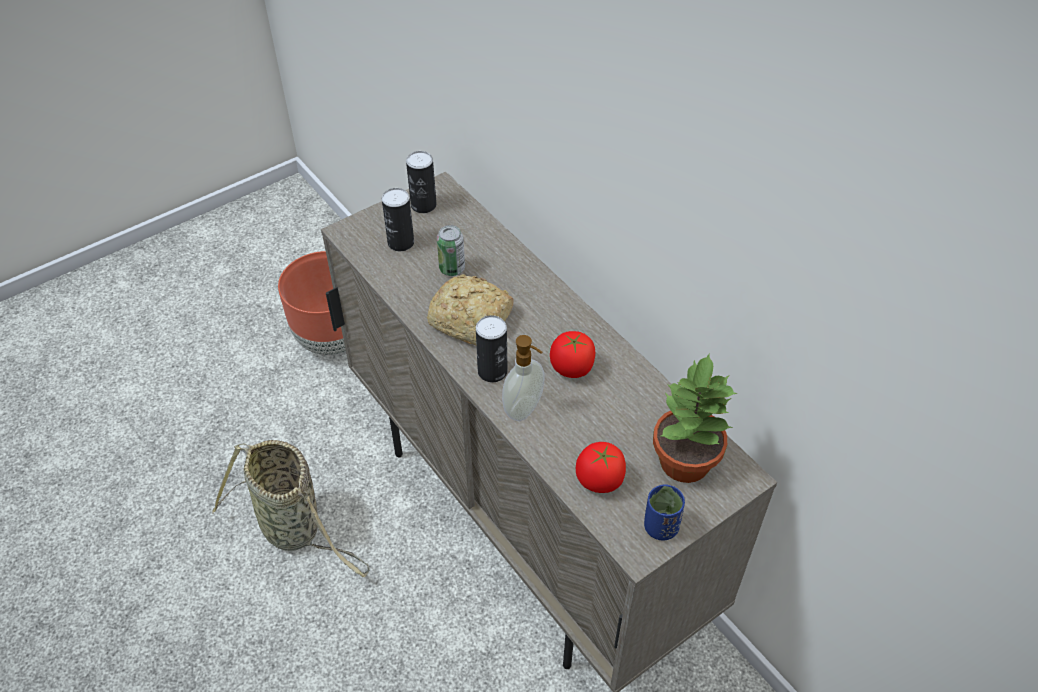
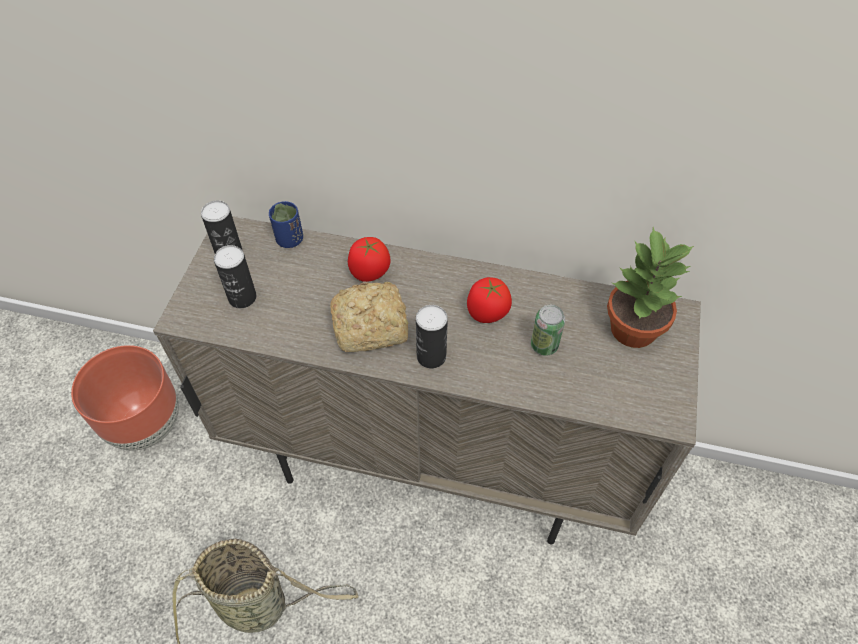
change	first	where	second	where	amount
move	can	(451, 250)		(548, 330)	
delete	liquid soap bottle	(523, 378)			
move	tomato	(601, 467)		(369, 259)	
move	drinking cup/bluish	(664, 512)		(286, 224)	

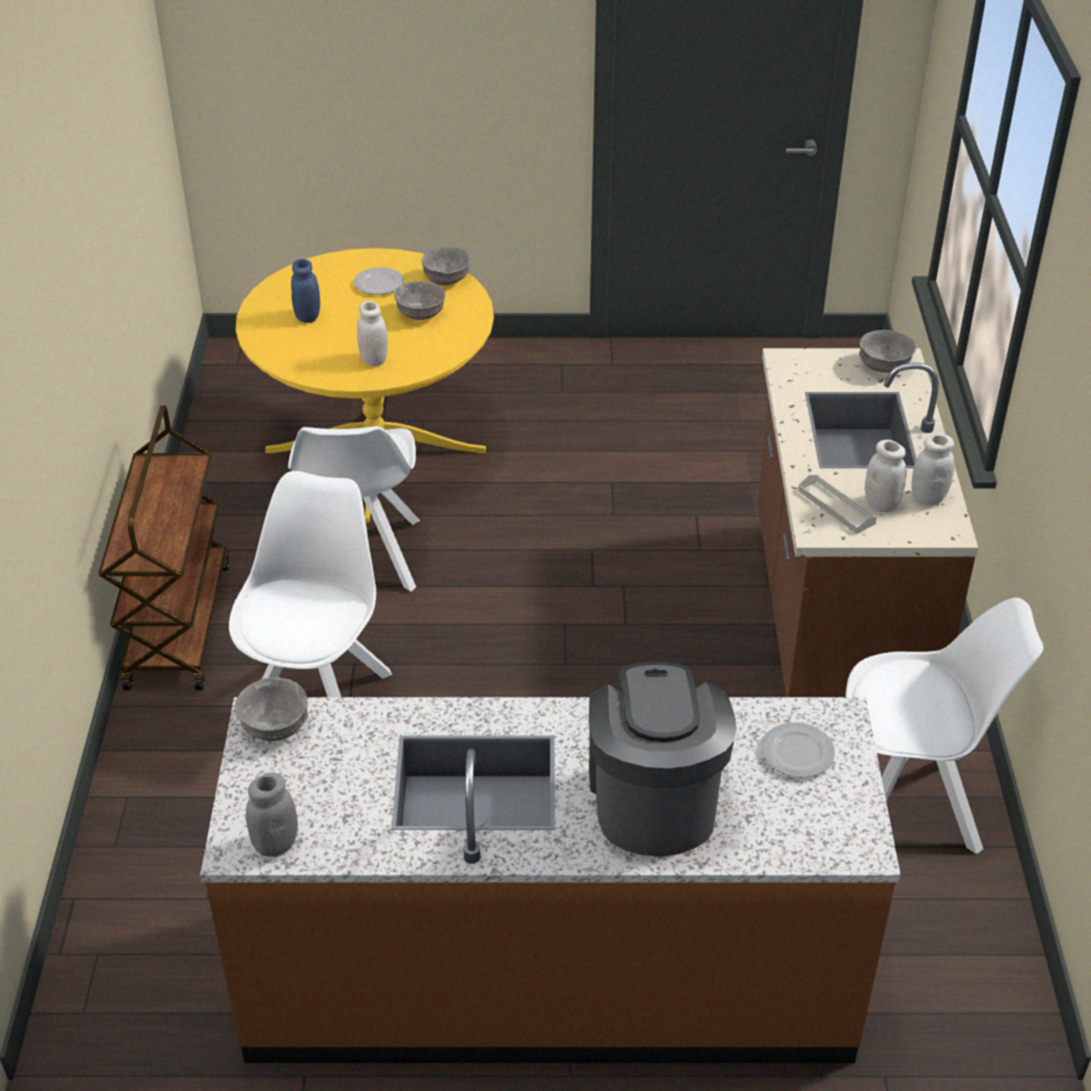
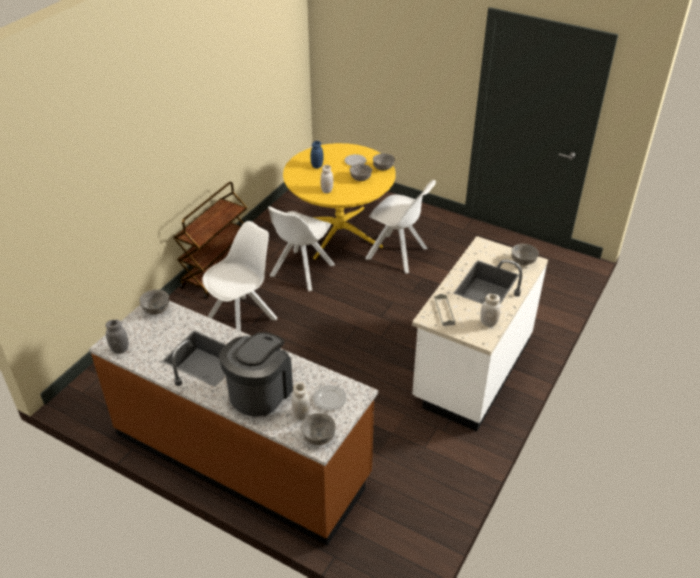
change	first	where	second	where	amount
recolor	kitchen base unit/brownish	(868, 522)	kitchen base unit/whitish	(480, 333)	
move	storage jar/whitish	(886, 476)		(300, 401)	
move	chair/whitish	(944, 726)		(400, 226)	
insert			bowl/gray	(318, 429)	

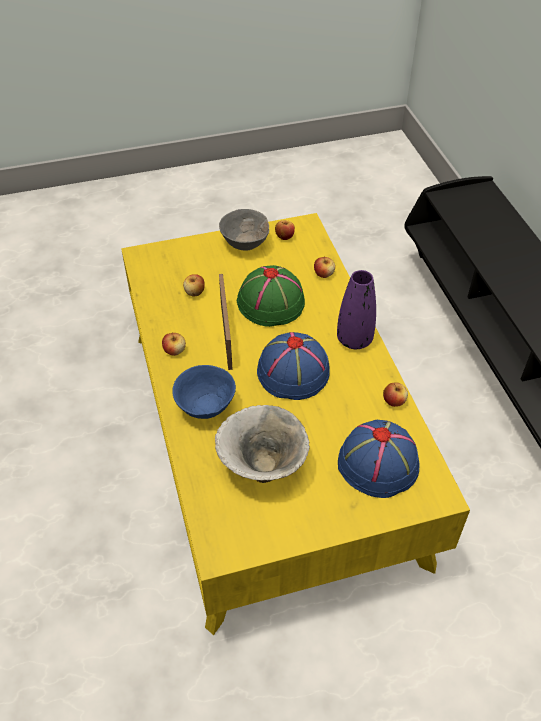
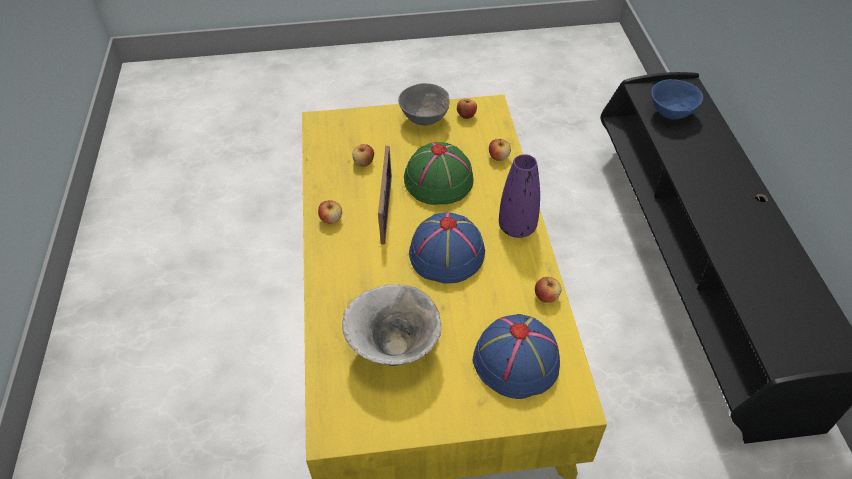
change	first	where	second	where	amount
move	bowl/bluish	(204, 392)		(677, 99)	

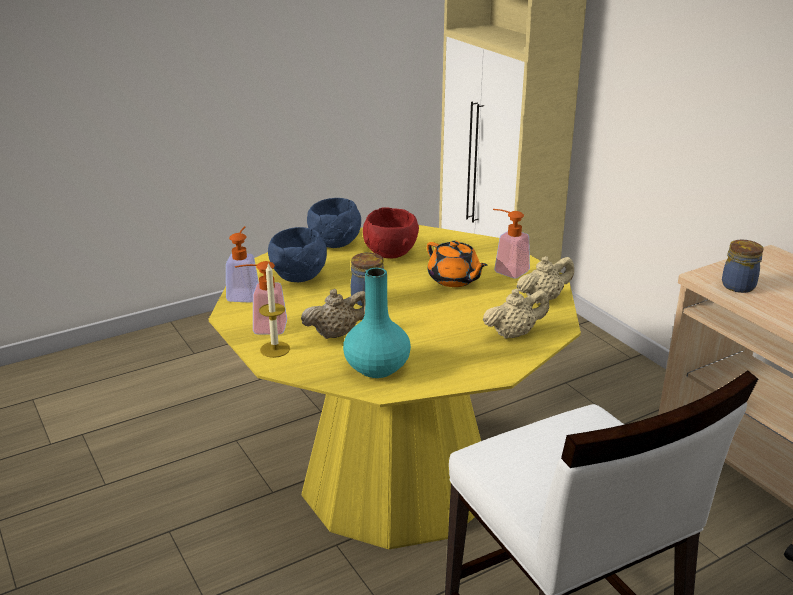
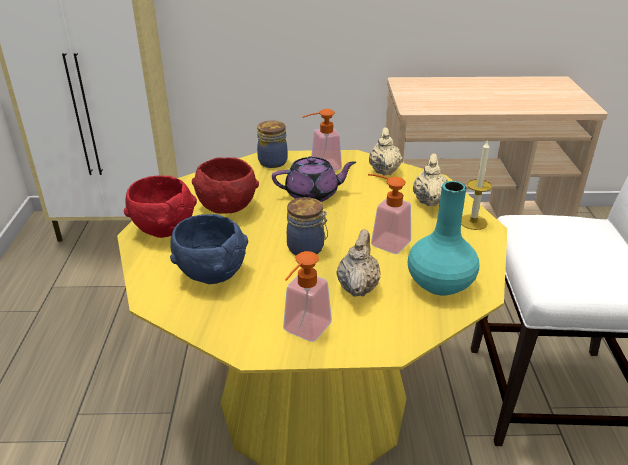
change	first	where	second	where	amount
recolor	bowl/bluish	(334, 223)	bowl/red	(160, 206)	
move	liquid soap bottle	(242, 264)		(389, 214)	
move	storage jar	(743, 266)		(272, 144)	
recolor	teapot/orange	(457, 264)	teapot/purple	(314, 179)	
move	candle	(274, 310)		(476, 185)	

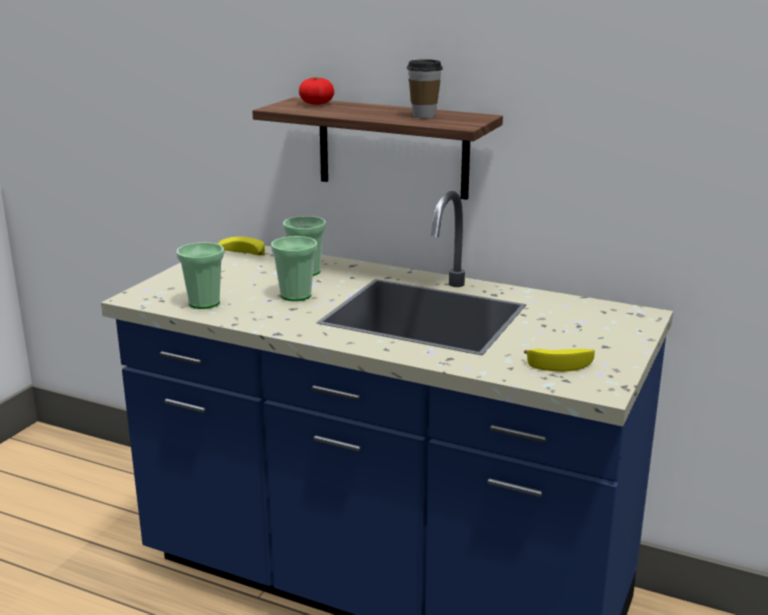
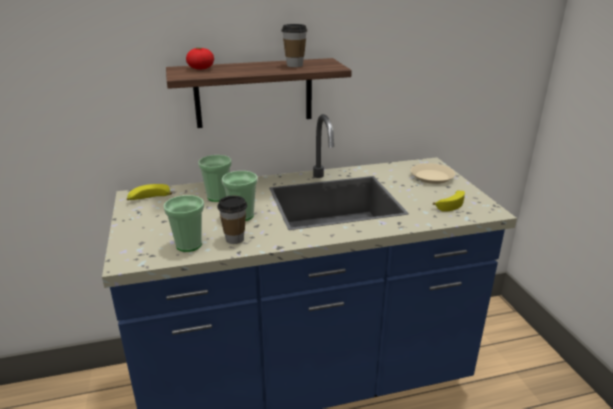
change	first	where	second	where	amount
insert			plate/beige-coloured	(433, 173)	
insert			drinking cup	(232, 220)	

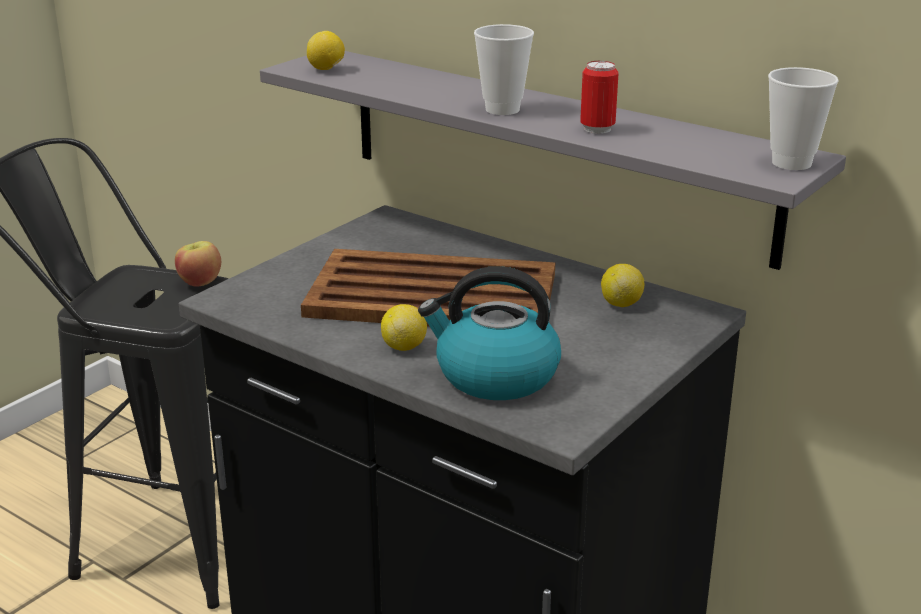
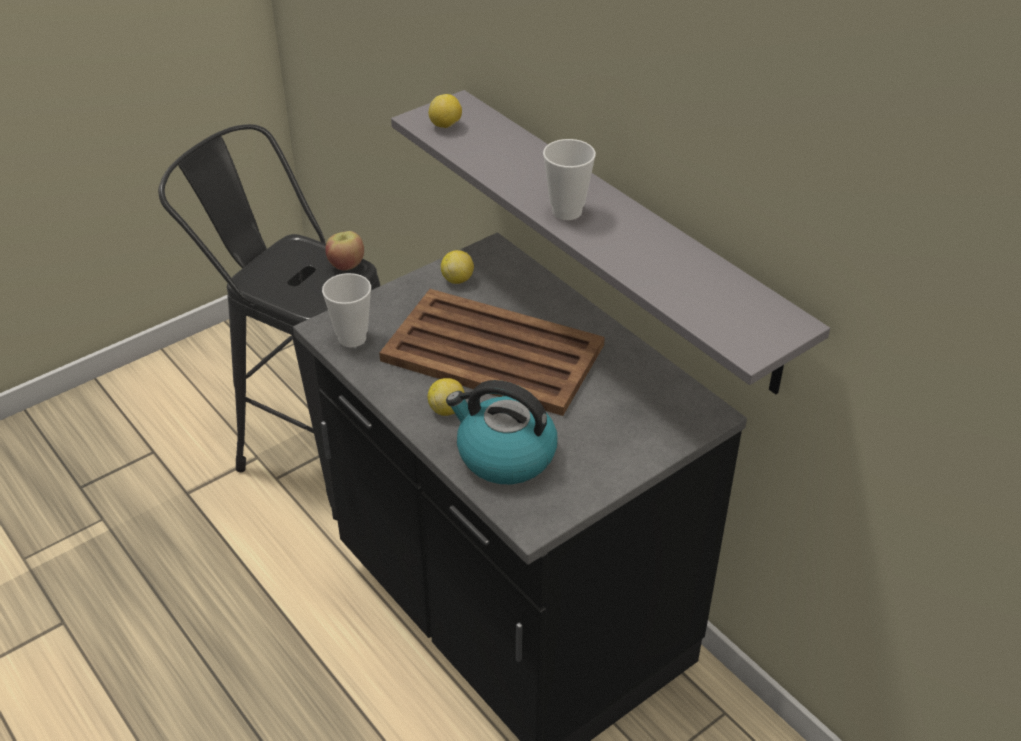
change	first	where	second	where	amount
delete	can	(599, 97)			
move	drinking cup	(803, 118)		(346, 310)	
move	lemon	(622, 285)		(457, 267)	

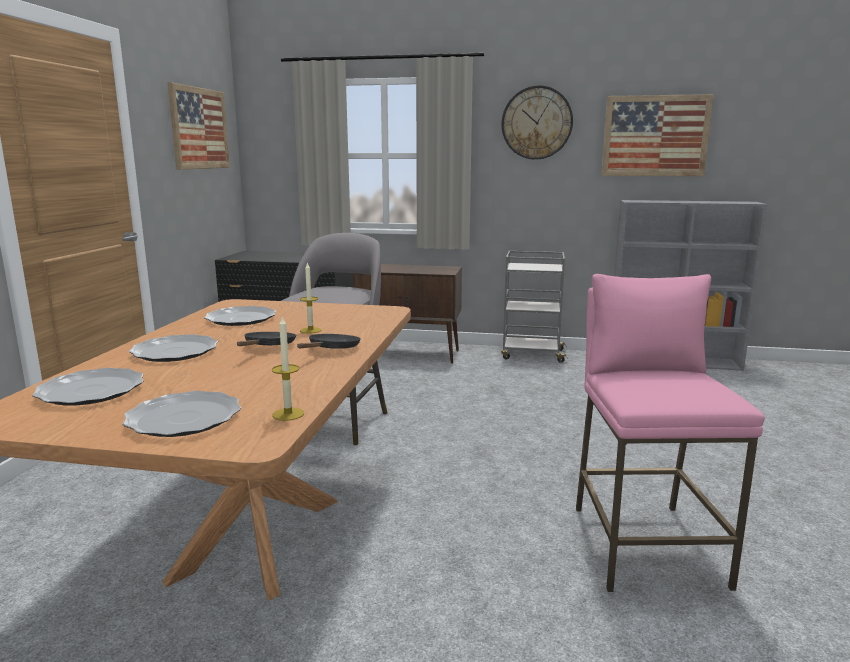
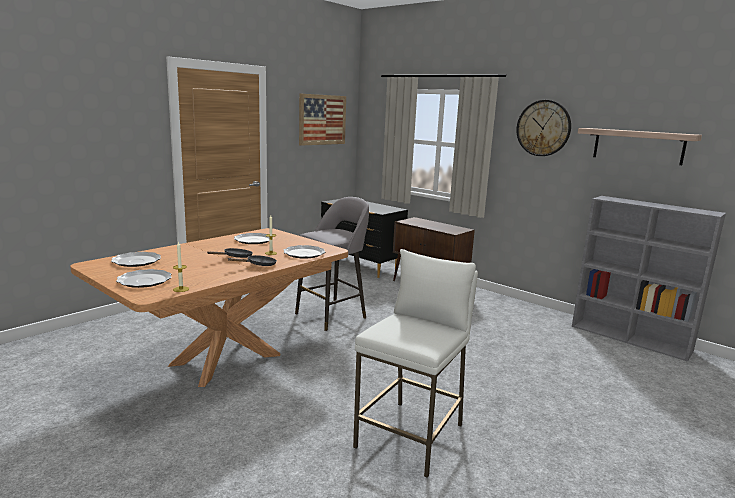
change	first	where	second	where	amount
replace	picture	(657, 135)	bracket shelf	(640, 146)	
delete	wheeled cart/gray	(534, 307)			
recolor	stool seat/pink-coloured	(670, 433)	stool seat/whitish	(415, 363)	
move	plate	(173, 348)		(304, 251)	

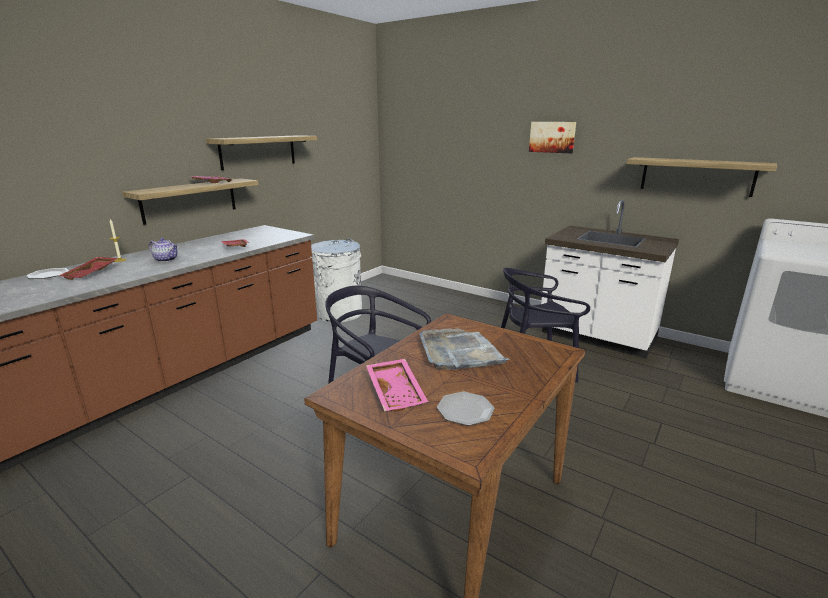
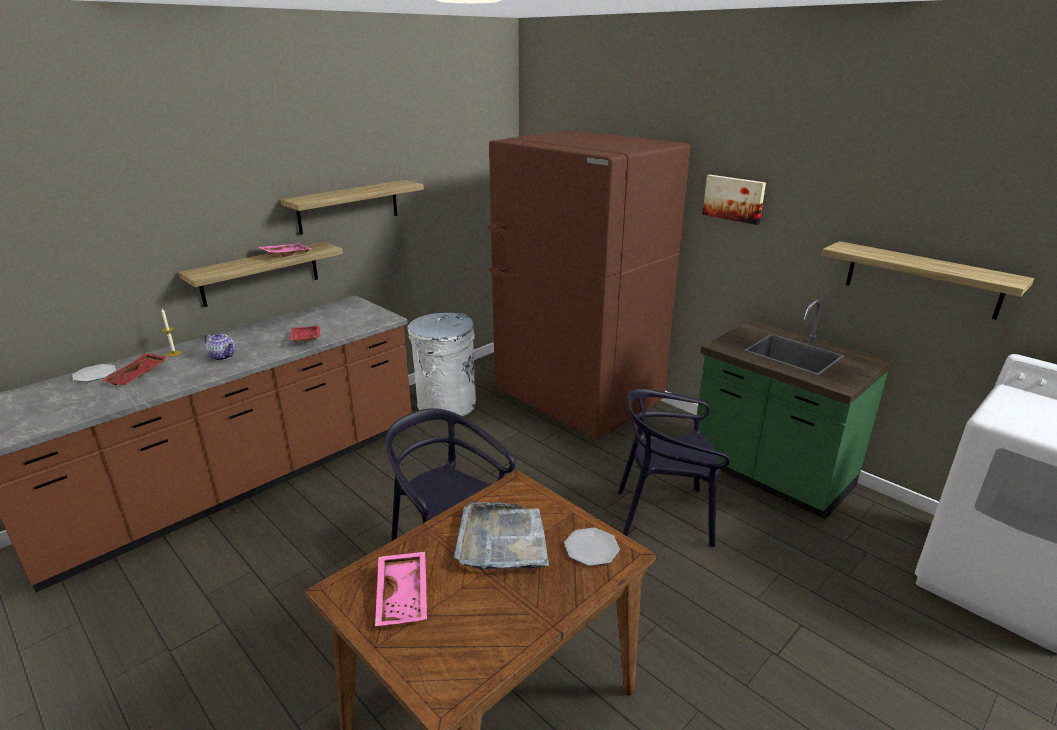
change	first	where	second	where	amount
recolor	kitchen base unit/whitish	(610, 279)	kitchen base unit/greenish	(795, 409)	
move	plate	(466, 409)		(592, 547)	
insert			refrigerator/brownish	(589, 284)	

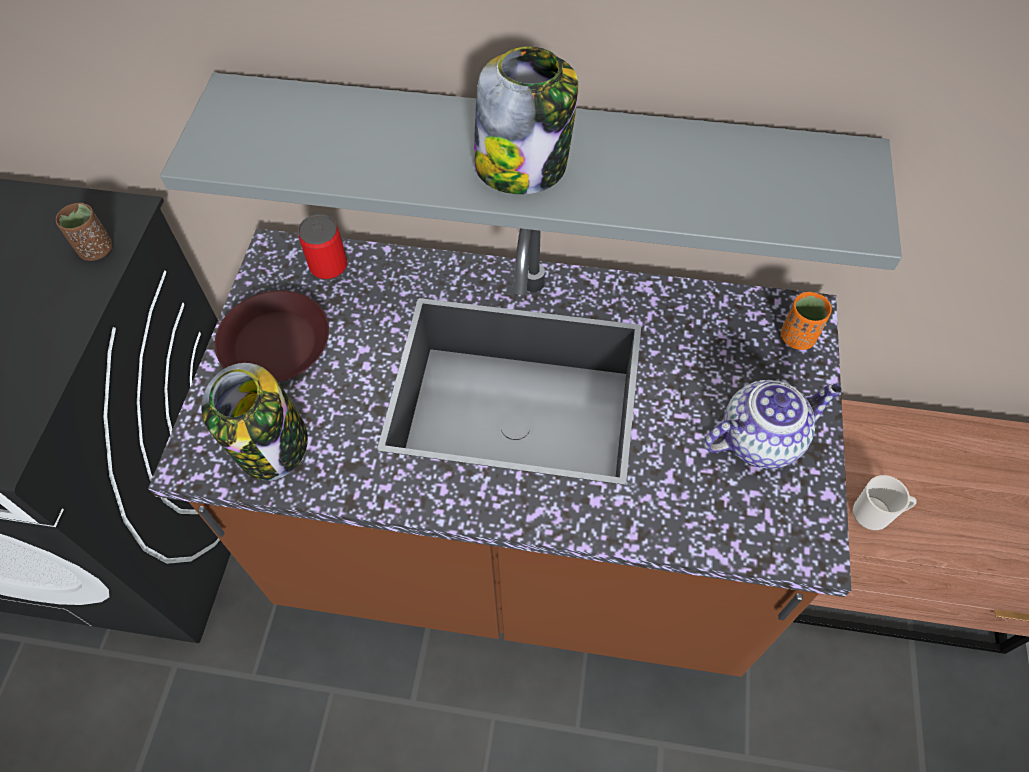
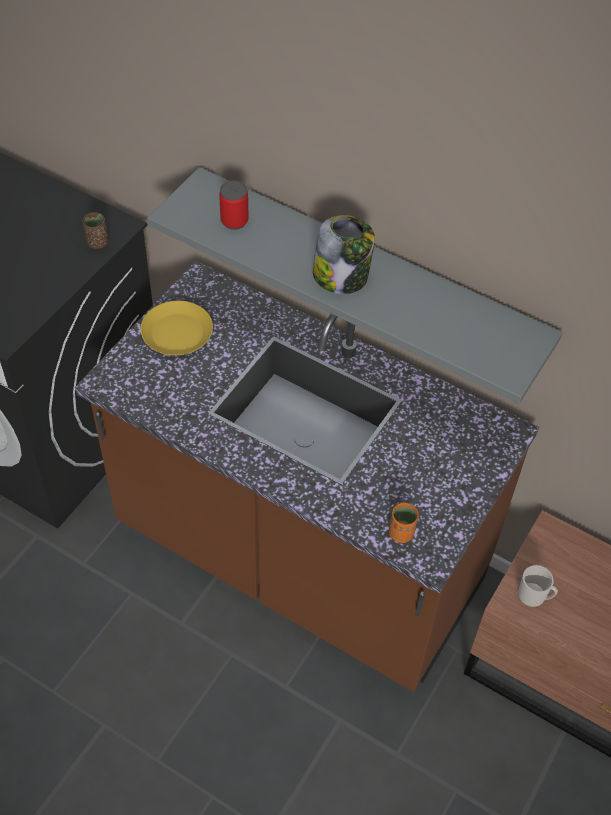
change	first	where	second	where	amount
move	can	(322, 247)		(234, 205)	
recolor	plate/brownish	(272, 336)	plate/yellow-coloured	(177, 328)	
move	drinking cup/orange	(806, 321)		(404, 523)	
delete	storage jar	(254, 422)			
delete	teapot	(773, 424)			

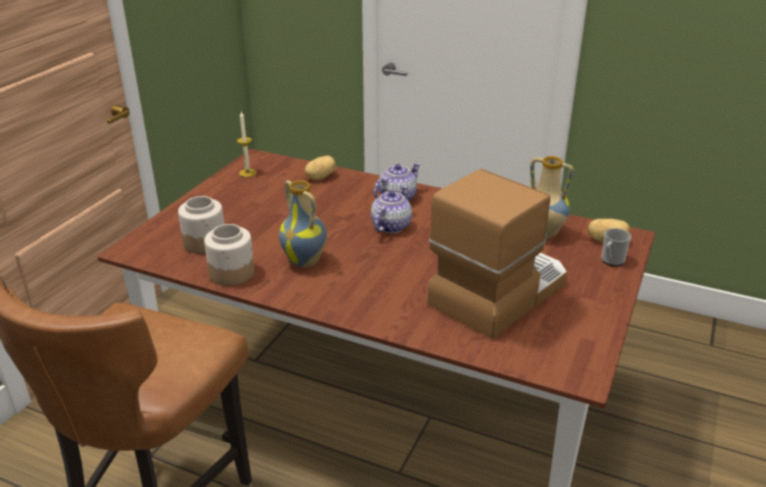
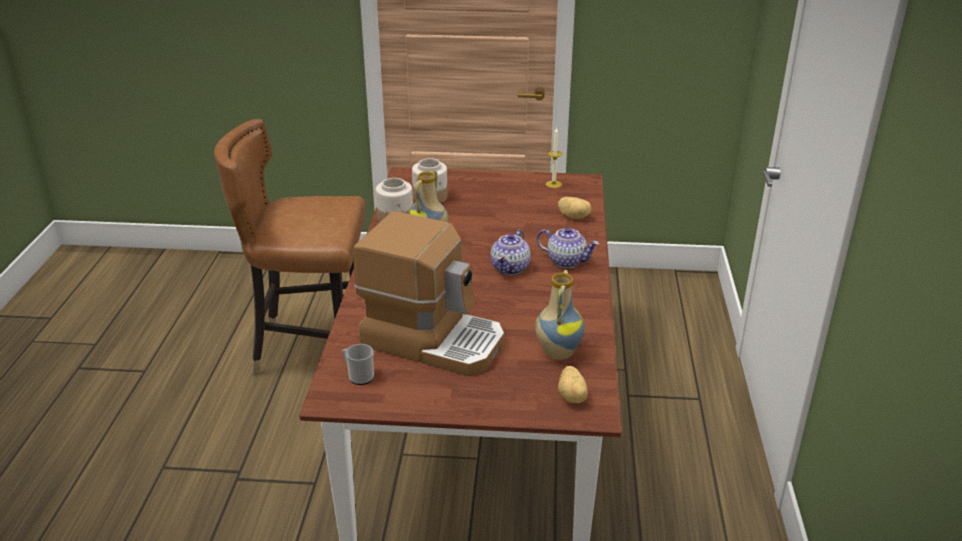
change	first	where	second	where	amount
rotate	teapot	(391, 209)		(511, 252)	105 degrees clockwise
move	tea mug	(616, 247)		(358, 364)	

